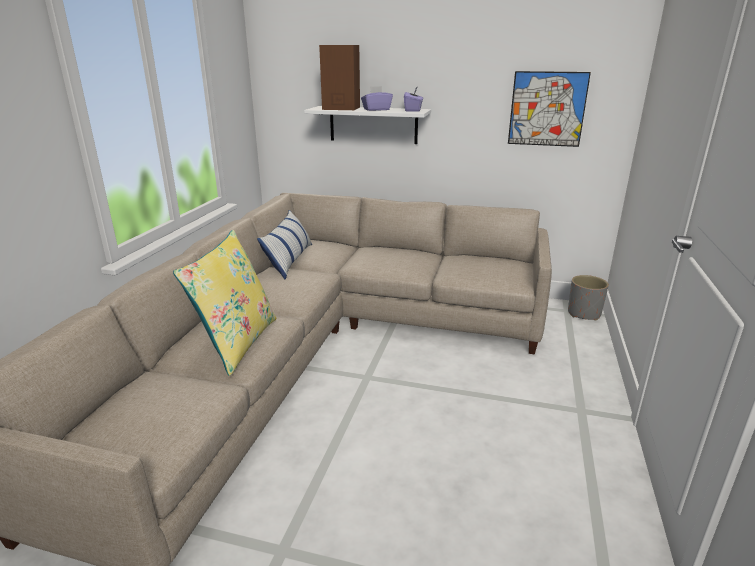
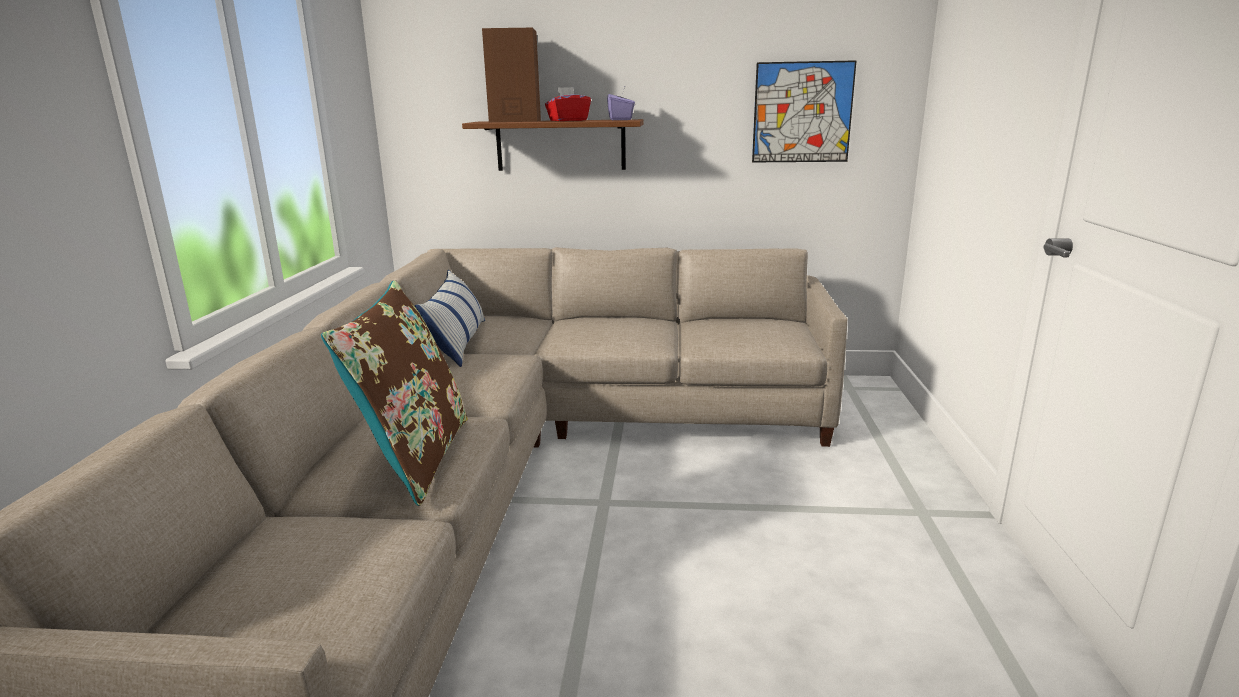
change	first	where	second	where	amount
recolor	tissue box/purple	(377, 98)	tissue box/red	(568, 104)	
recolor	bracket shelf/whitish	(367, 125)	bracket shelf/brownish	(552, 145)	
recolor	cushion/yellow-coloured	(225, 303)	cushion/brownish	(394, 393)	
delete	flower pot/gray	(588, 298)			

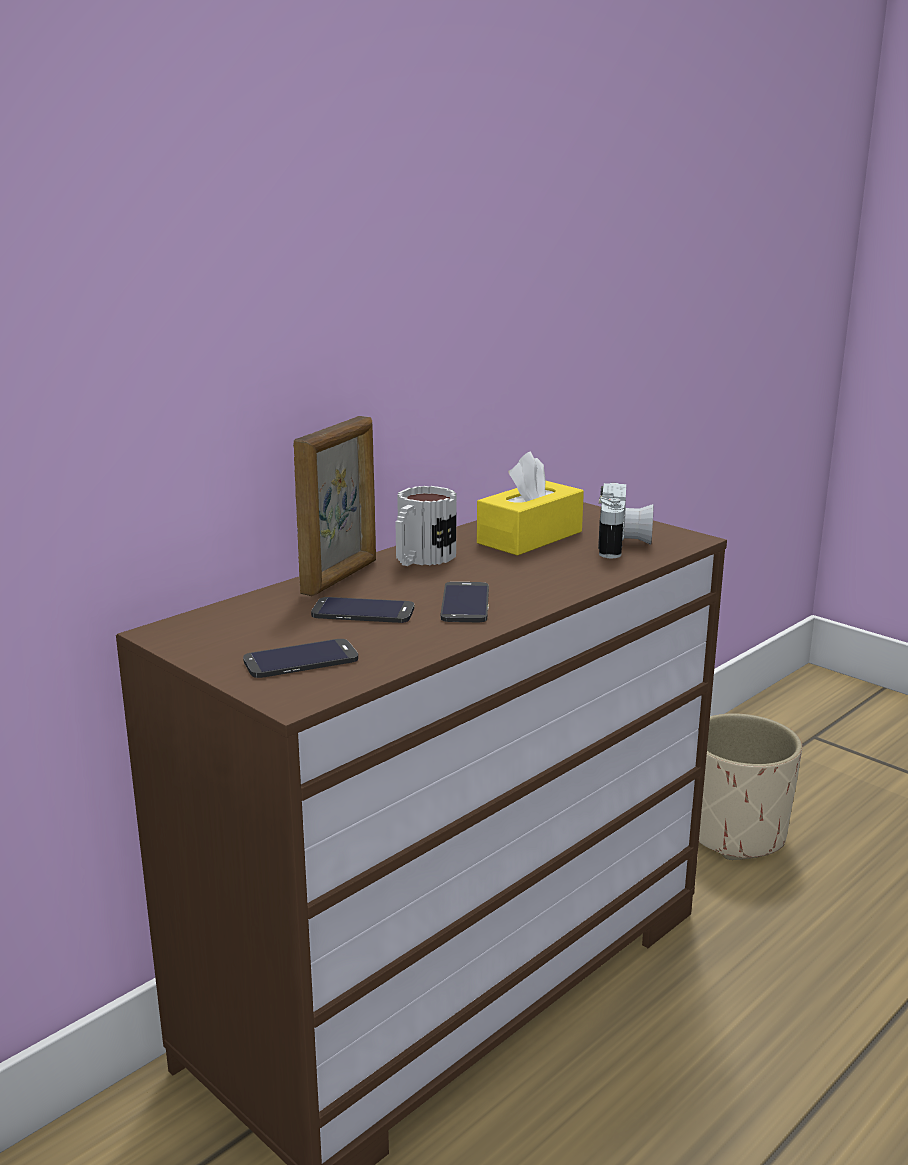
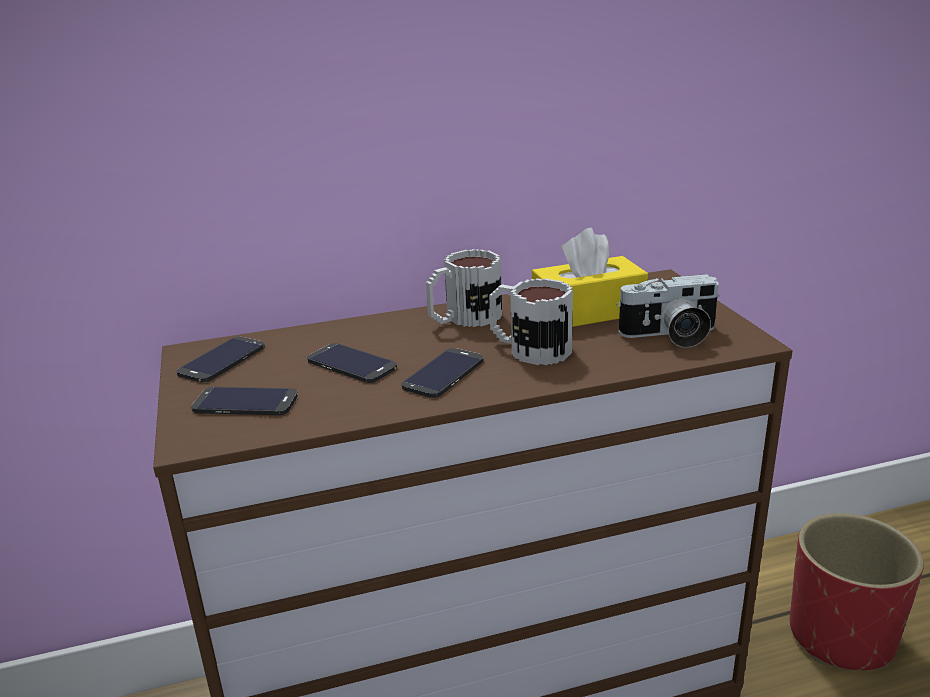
change	first	where	second	where	amount
delete	picture frame	(334, 506)			
rotate	photo camera	(625, 520)		(668, 311)	45 degrees clockwise
recolor	flower pot/beige-coloured	(750, 786)	flower pot/red	(857, 592)	
insert			tea mug	(531, 321)	
insert			telephone	(221, 359)	

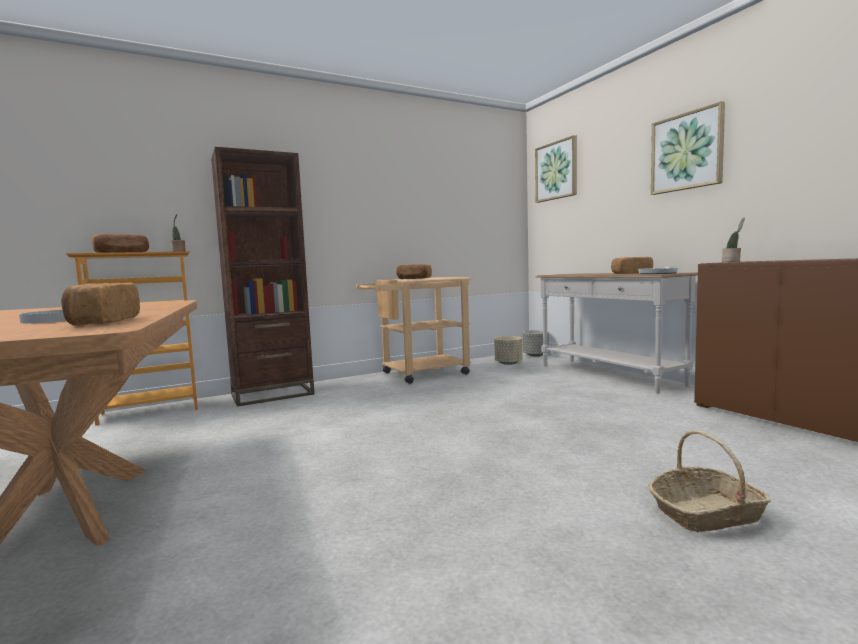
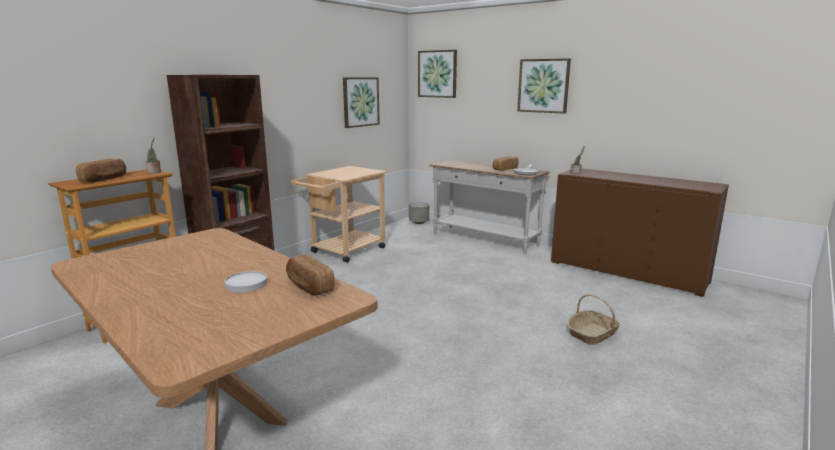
change	first	where	second	where	amount
delete	bread	(414, 271)			
delete	flower pot/beige-coloured	(508, 350)			
insert			picture	(361, 102)	

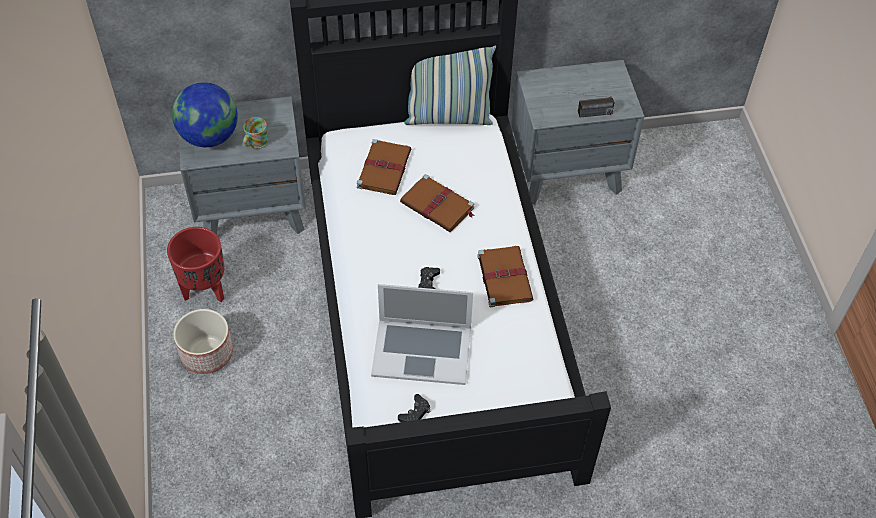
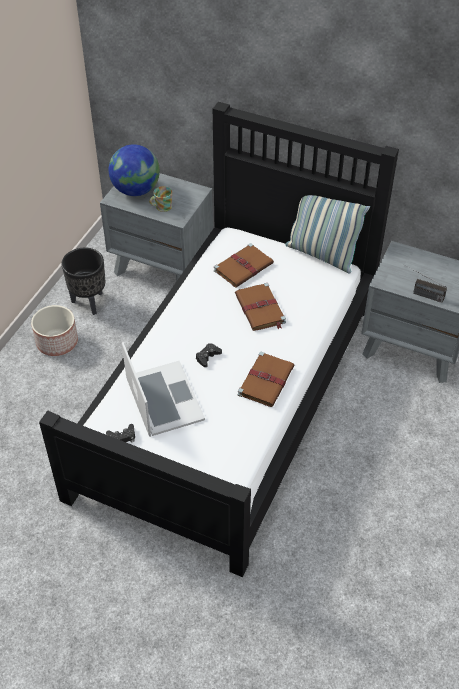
change	first	where	second	where	amount
recolor	flower pot/red	(195, 264)	flower pot/blackish	(83, 281)	
rotate	portable computer	(422, 334)		(163, 389)	150 degrees counterclockwise

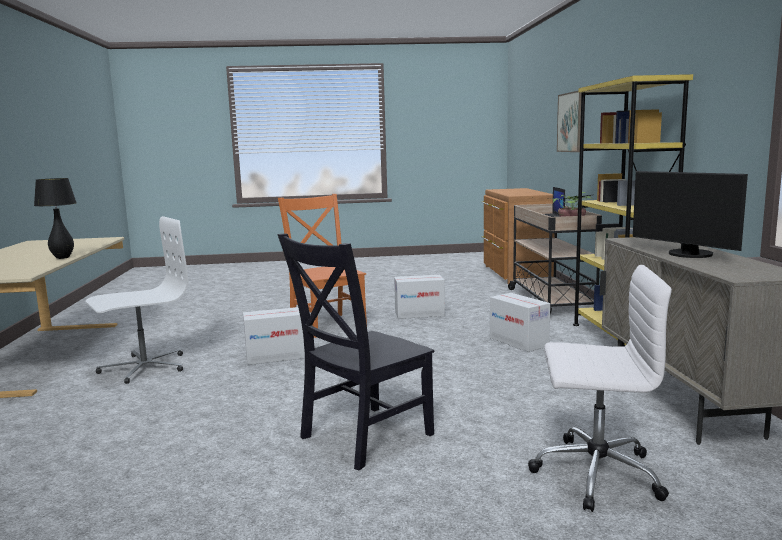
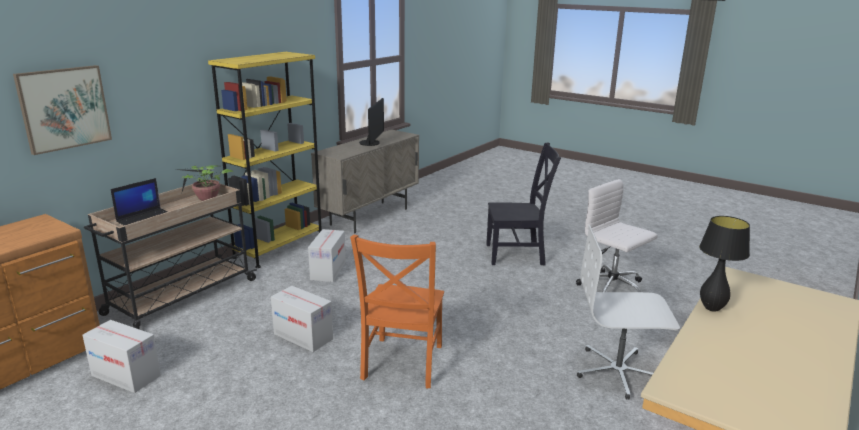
change	first	where	second	where	amount
move	office chair/whitish	(600, 388)		(616, 235)	
move	carton	(274, 336)		(121, 356)	

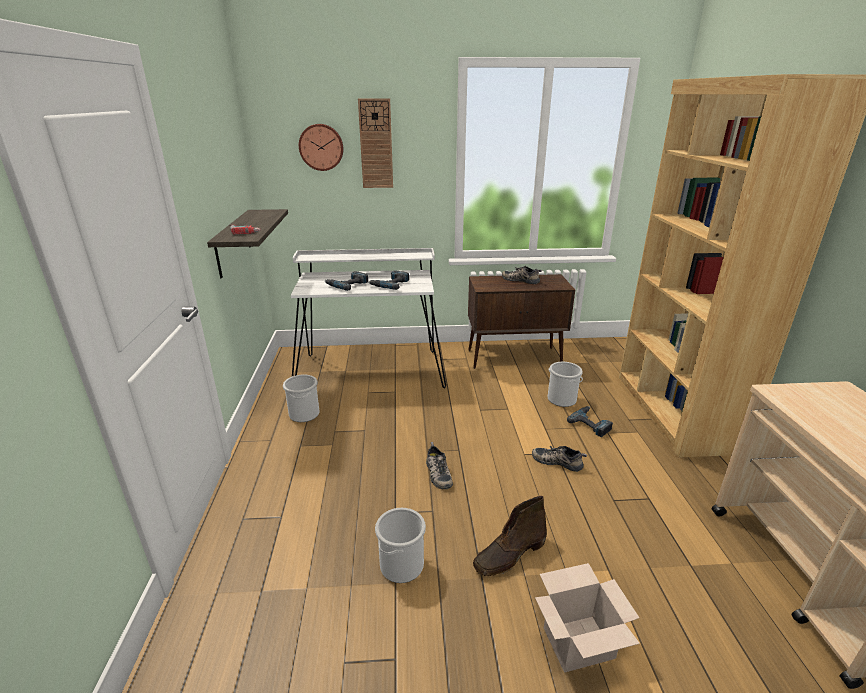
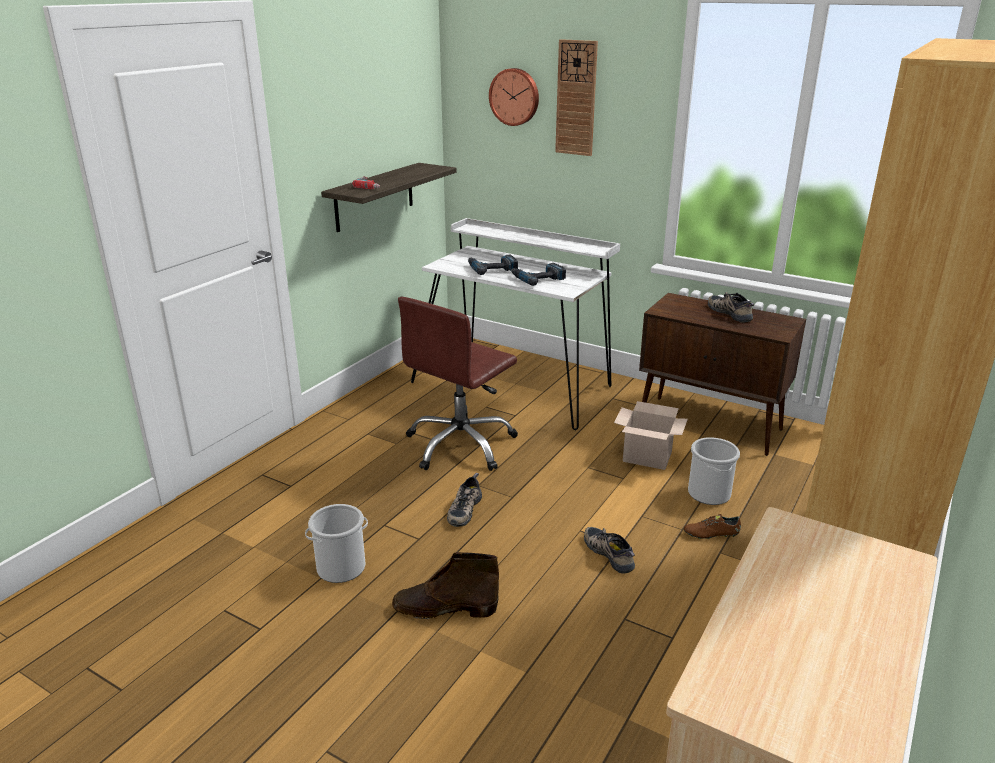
change	first	where	second	where	amount
delete	bucket	(301, 398)			
replace	electric drill	(590, 421)	low shoe/brownish	(712, 526)	
move	carton	(587, 618)		(651, 435)	
insert			office chair/brownish	(458, 384)	

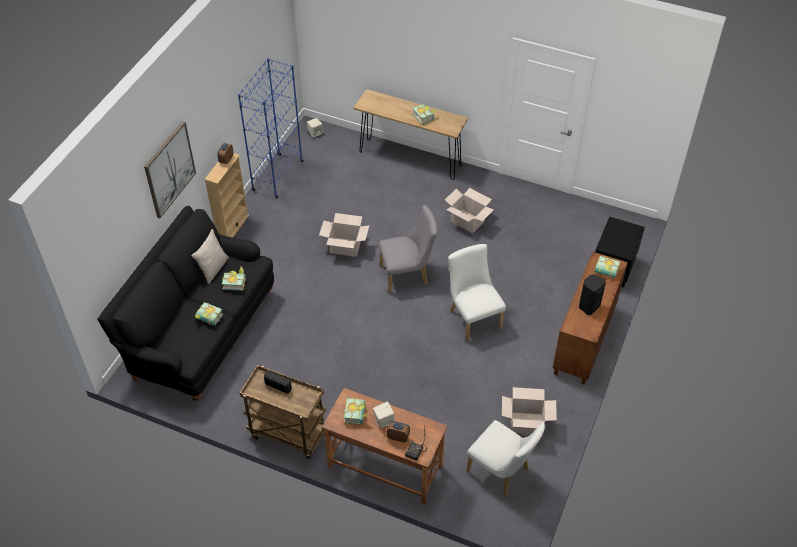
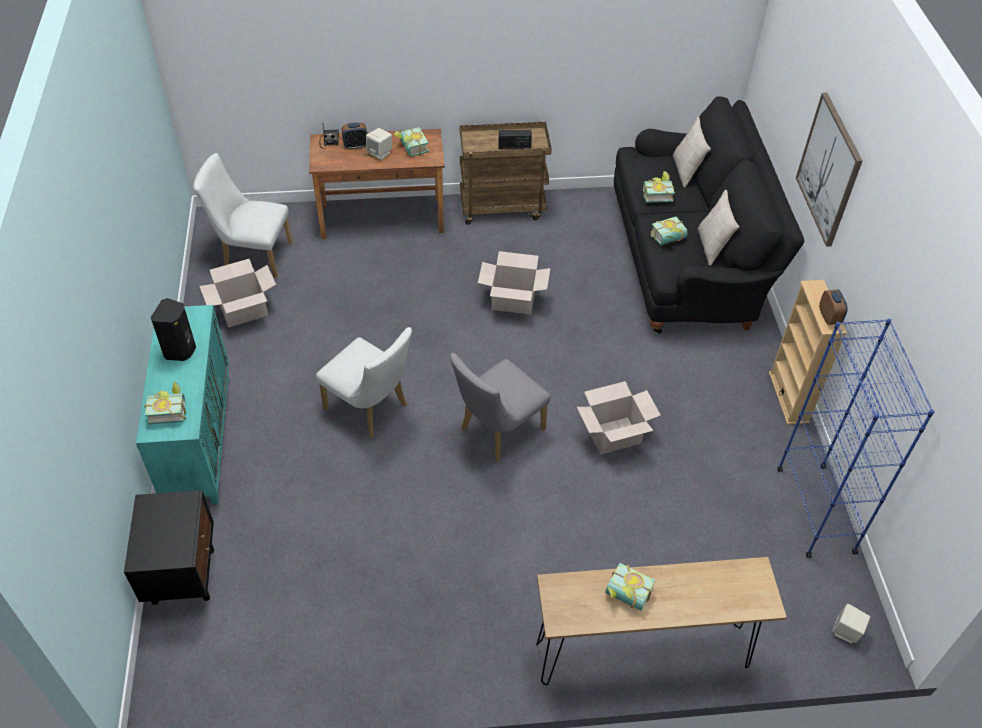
change	first	where	second	where	amount
move	carton	(469, 210)		(514, 282)	
recolor	storage cabinet/brownish	(590, 318)	storage cabinet/blue-green	(182, 404)	
insert			cushion/beige-coloured	(692, 152)	

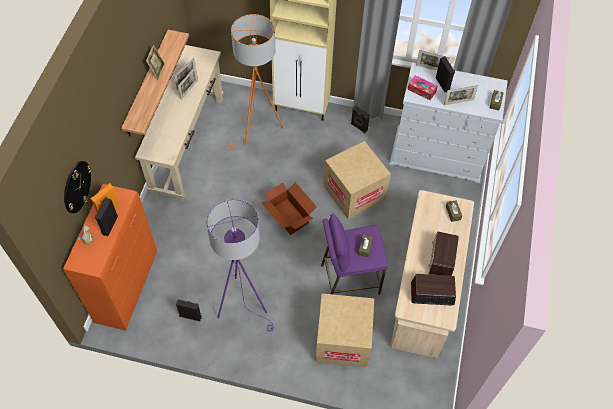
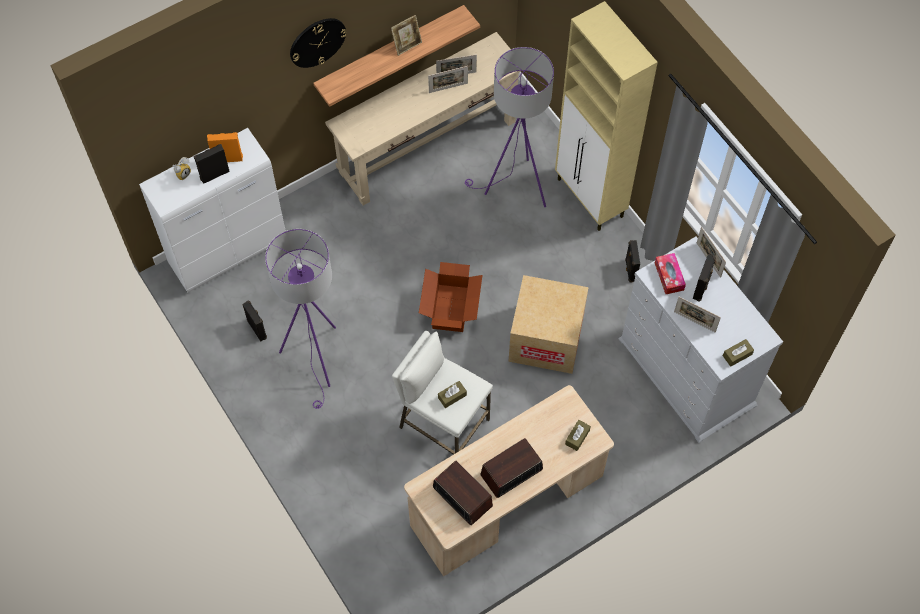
change	first	where	second	where	amount
recolor	standing lamp/orange	(255, 81)	standing lamp/purple	(509, 127)	
move	clock on the wall	(78, 187)		(318, 43)	
recolor	storage cabinet/orange	(110, 257)	storage cabinet/whitish	(212, 210)	
recolor	stool seat/purple	(354, 254)	stool seat/whitish	(442, 393)	
delete	carton	(344, 330)			

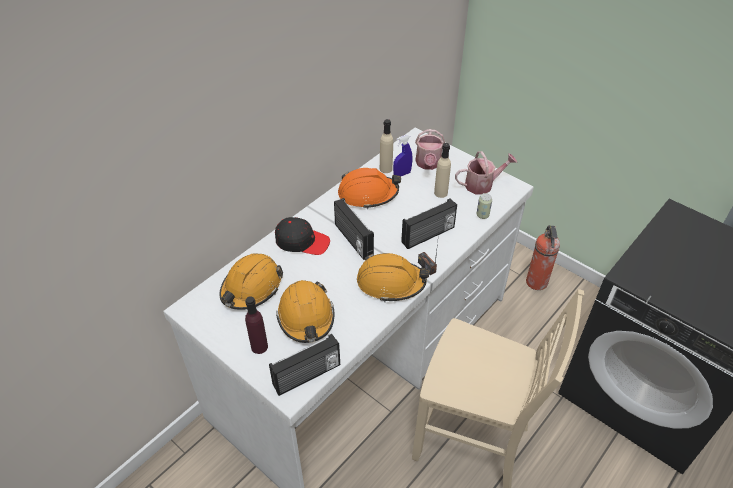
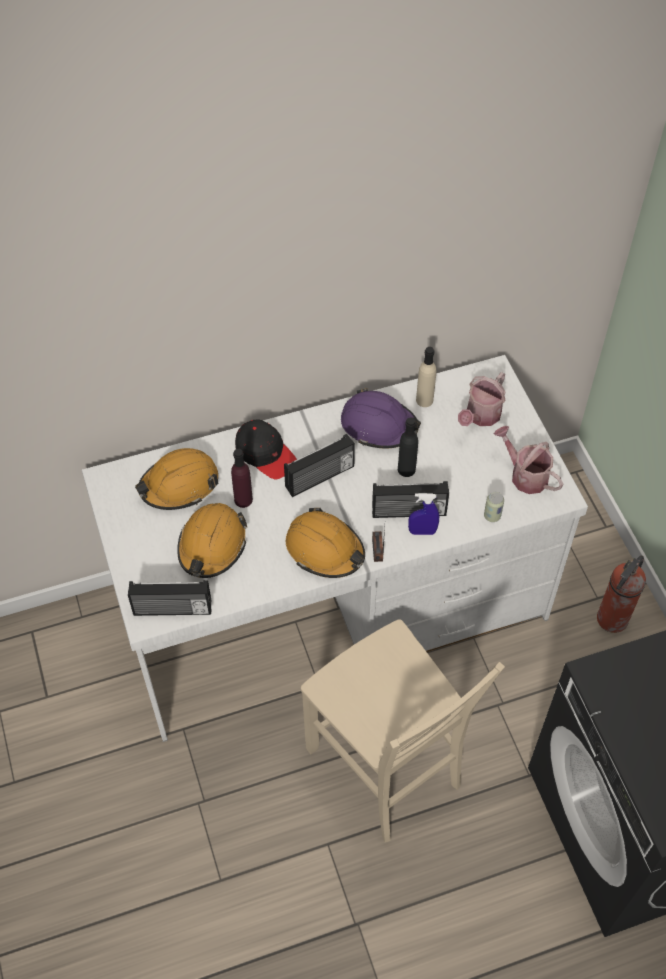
change	first	where	second	where	amount
move	sprayer/bluish	(402, 155)		(423, 514)	
delete	bottle/beige-coloured	(442, 170)			
rotate	watering pot	(486, 173)		(528, 460)	150 degrees counterclockwise
recolor	work helmet/orange	(369, 188)	work helmet/purple	(381, 418)	
rotate	radio	(354, 229)		(319, 465)	120 degrees counterclockwise
move	bottle/purple	(256, 325)		(242, 478)	
insert			bottle/blackish	(408, 447)	

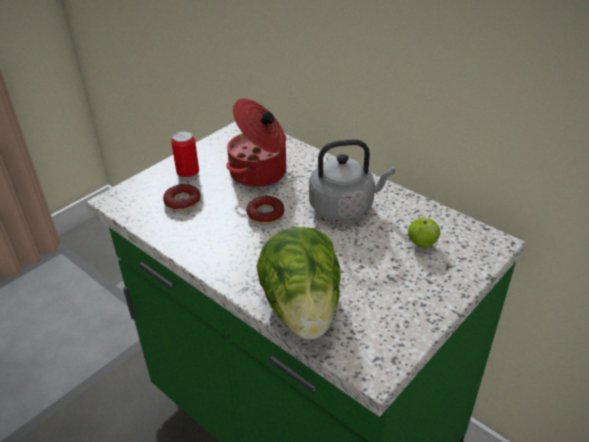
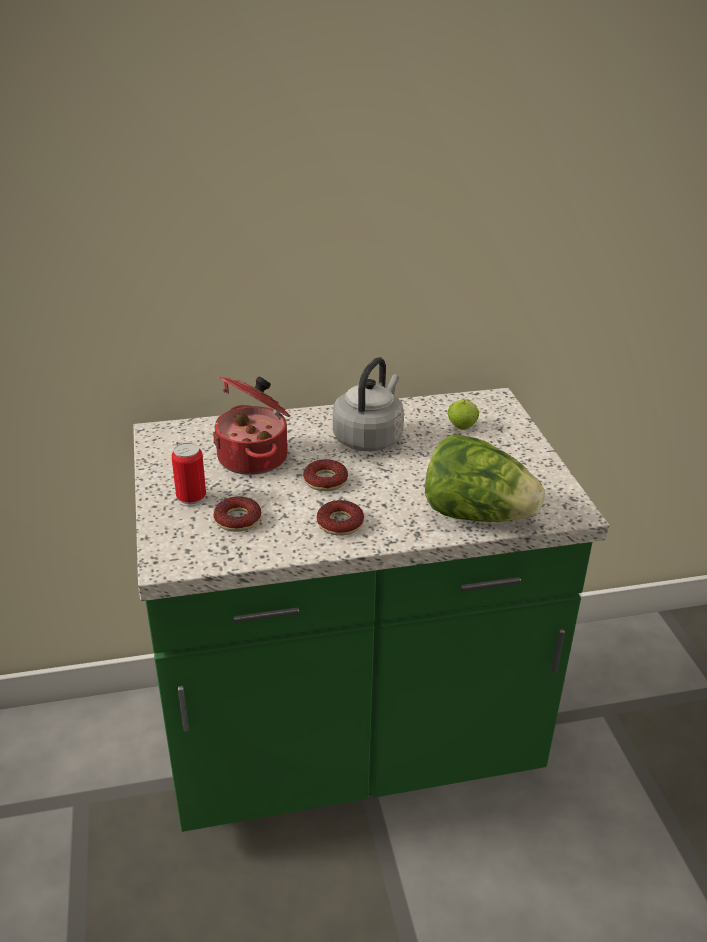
change	first	where	second	where	amount
insert			doughnut	(340, 518)	

